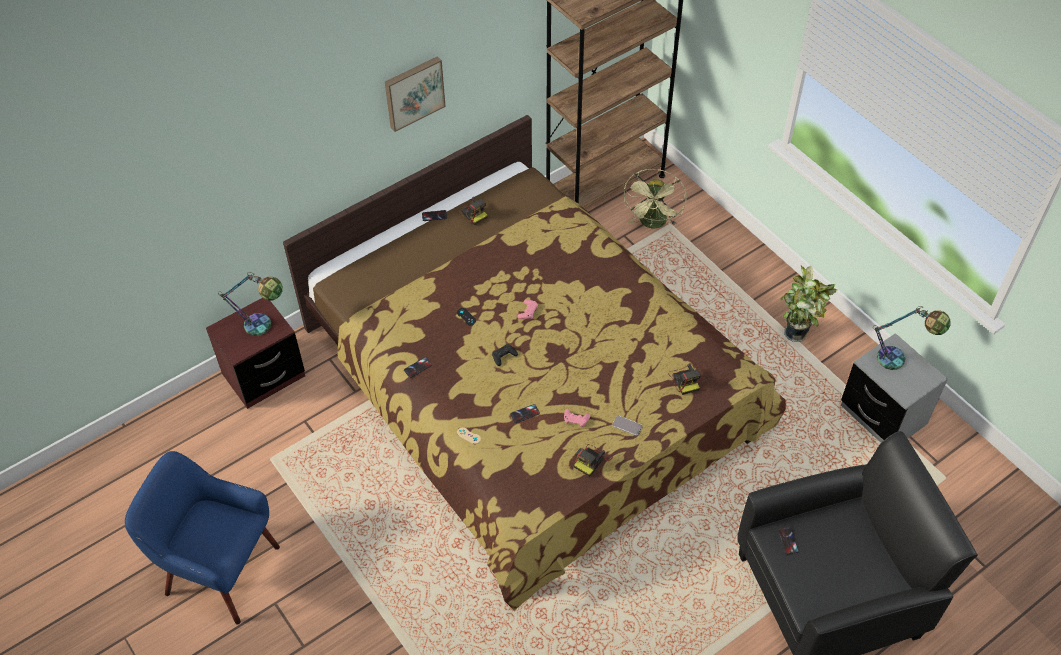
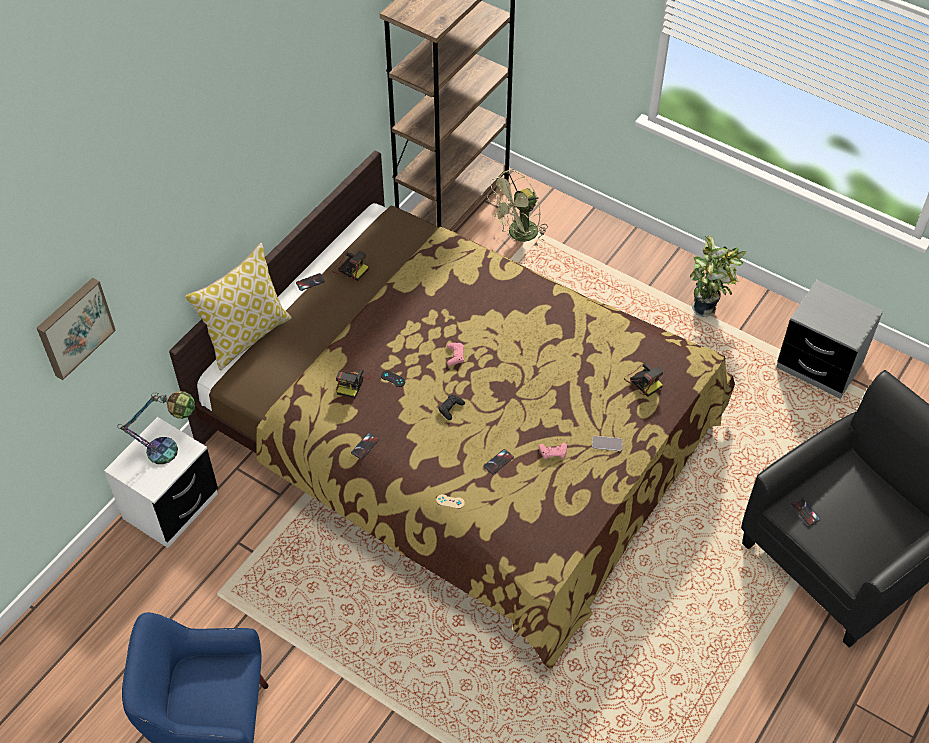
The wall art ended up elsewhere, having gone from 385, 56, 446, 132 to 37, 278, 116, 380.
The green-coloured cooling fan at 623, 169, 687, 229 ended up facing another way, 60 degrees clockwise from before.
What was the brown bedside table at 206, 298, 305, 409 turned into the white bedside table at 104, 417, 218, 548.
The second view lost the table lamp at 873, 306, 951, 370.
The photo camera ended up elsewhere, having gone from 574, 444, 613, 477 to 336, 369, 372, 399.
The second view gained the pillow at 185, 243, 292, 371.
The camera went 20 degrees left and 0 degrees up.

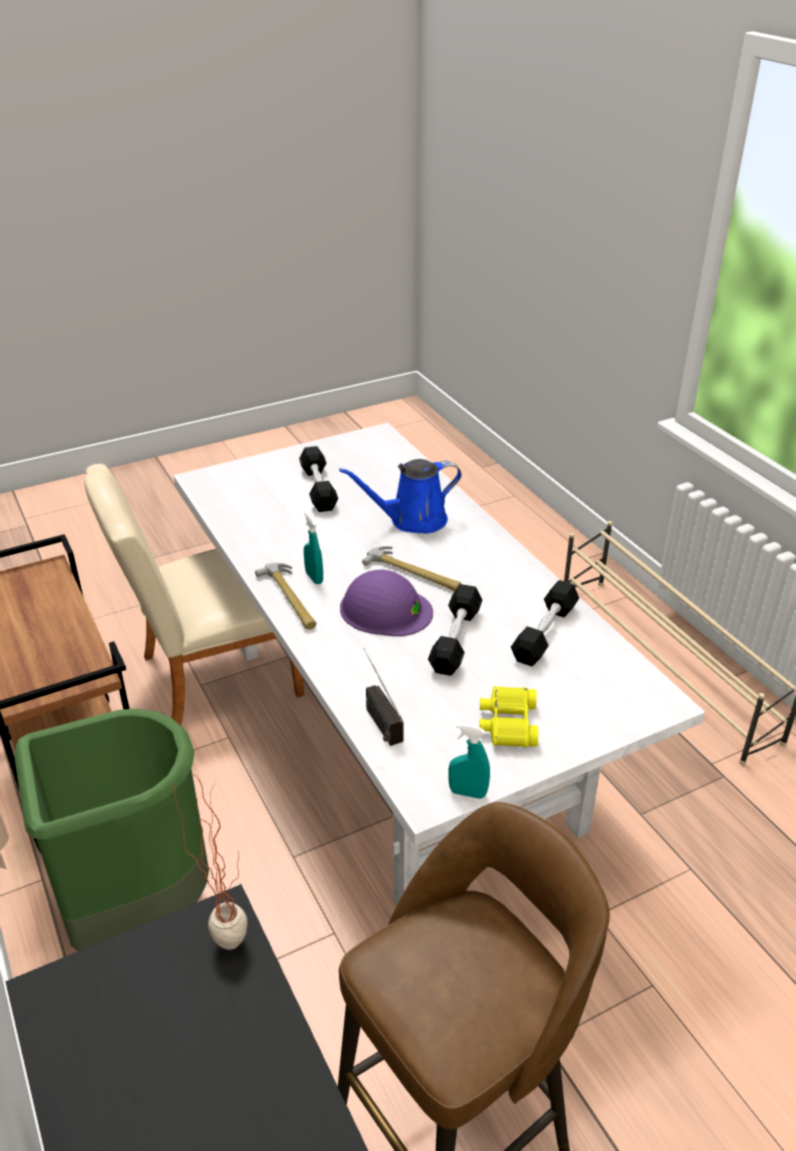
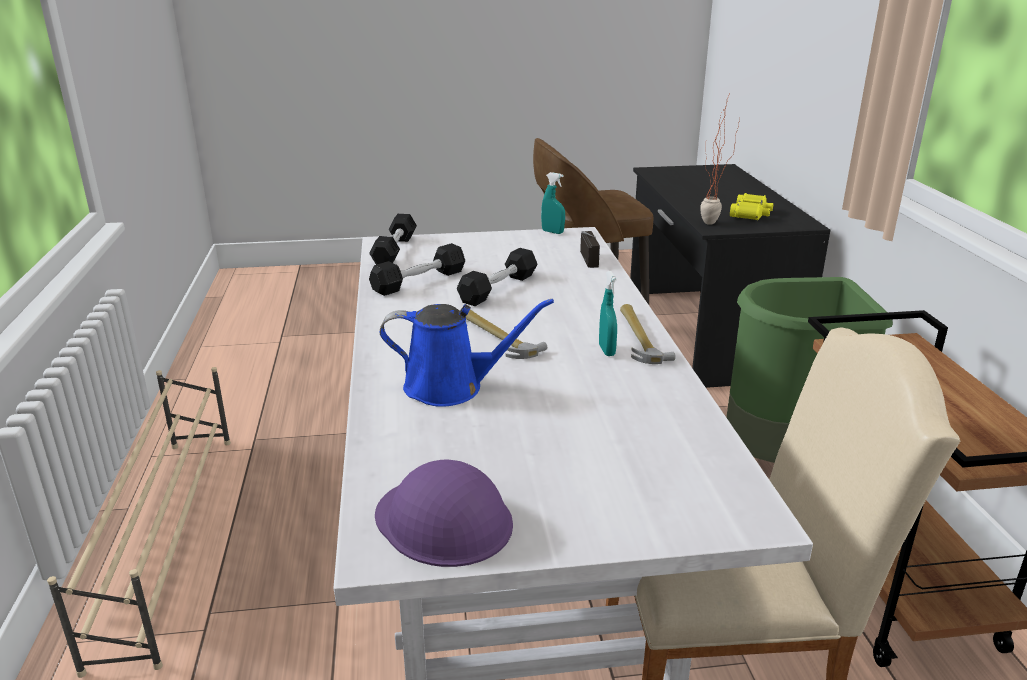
The blackish dumbbell ended up elsewhere, having gone from 299, 446, 338, 512 to 369, 214, 417, 265.
The purple hard hat ended up elsewhere, having gone from 340, 570, 433, 636 to 375, 460, 513, 567.
The yellow-coloured field glasses ended up elsewhere, having gone from 479, 686, 538, 748 to 730, 193, 773, 220.
The camera went 160 degrees left and 10 degrees down.

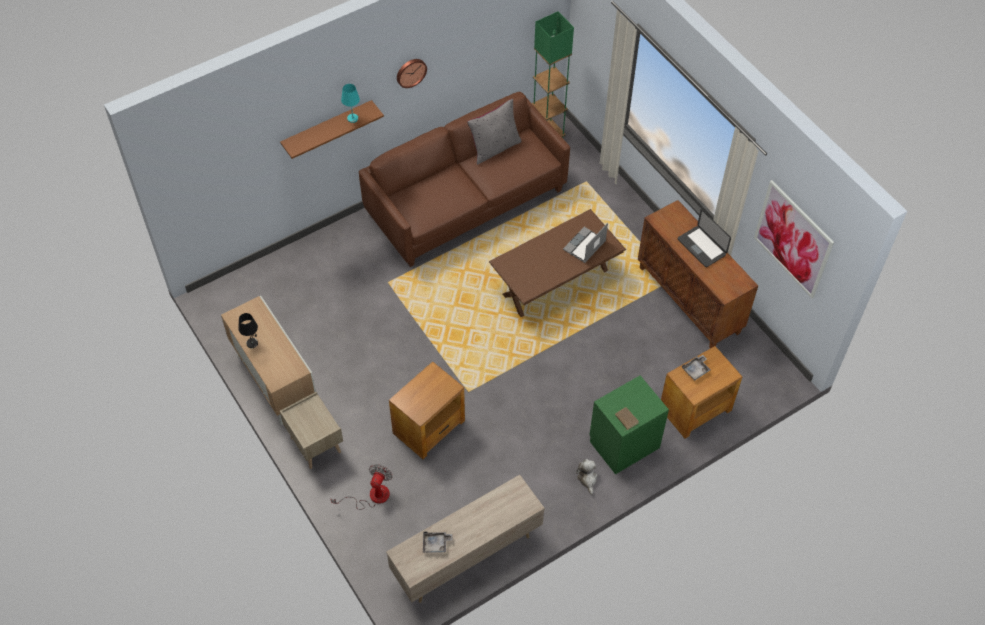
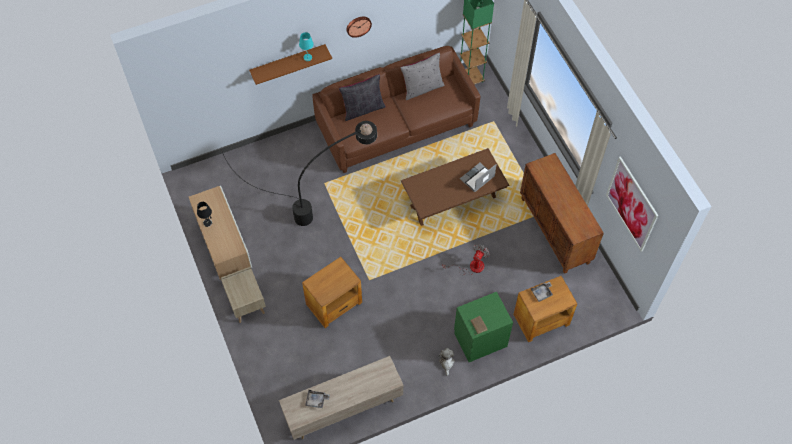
The second view lost the notebook computer at 678, 209, 731, 267.
The cooling fan ended up elsewhere, having gone from 330, 464, 393, 510 to 443, 244, 490, 275.
The second view gained the blackish pillow at 339, 74, 386, 121.
The second view gained the blackish standard lamp at 221, 121, 377, 226.
The camera went 10 degrees right and 5 degrees up.

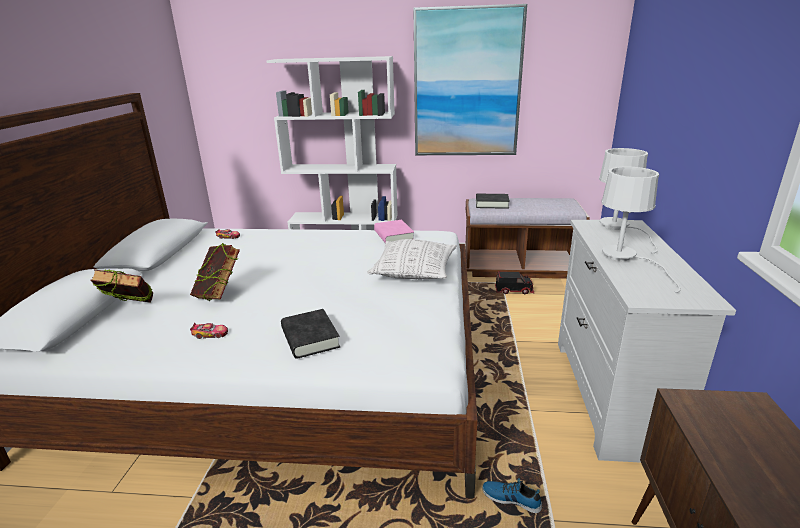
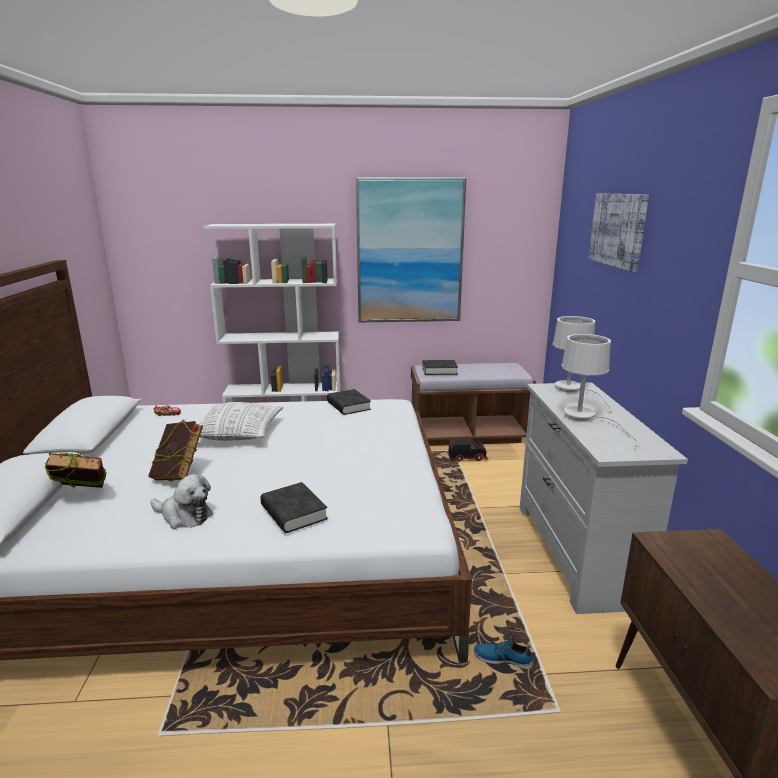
What was the pinkish bound book at 374, 220, 414, 243 turned into the blackish bound book at 327, 389, 371, 415.
The pillow ended up elsewhere, having gone from 367, 239, 457, 279 to 199, 402, 283, 441.
Where the model car stood at 190, 323, 228, 339, the plush toy came to stand at 151, 474, 213, 529.
The second view gained the wall art at 588, 193, 649, 272.
The camera went 10 degrees left and 5 degrees down.

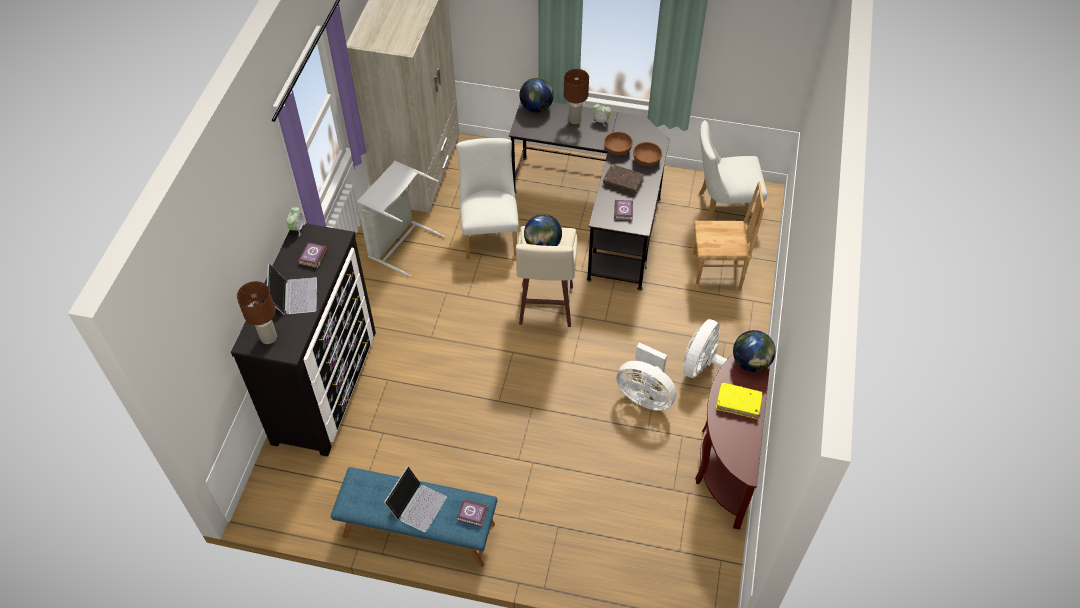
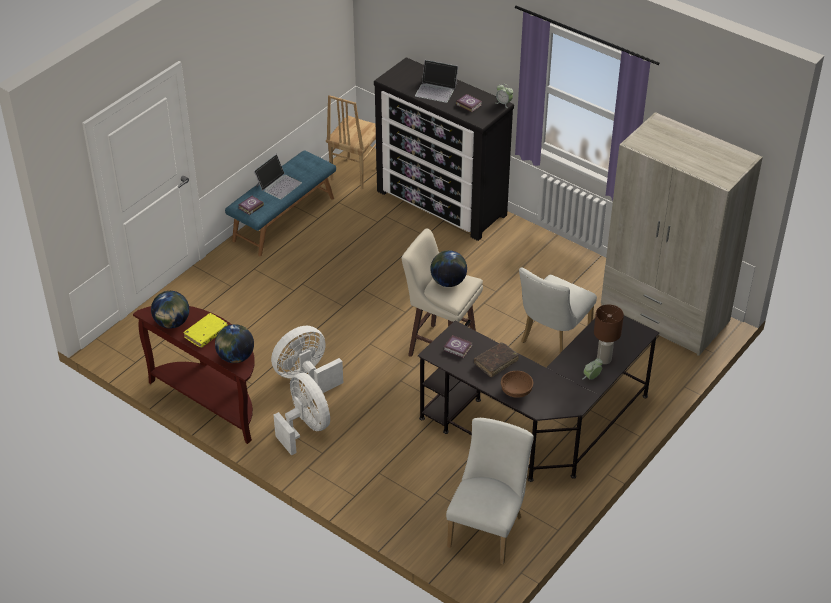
The globe ended up elsewhere, having gone from 519, 78, 554, 113 to 151, 291, 189, 329.
The second view lost the brown bowl at 604, 132, 633, 155.
The white chair at 456, 138, 519, 259 ended up facing another way, 105 degrees clockwise from before.
The second view lost the grey washing basket at 357, 161, 445, 277.
The brown chair ended up elsewhere, having gone from 692, 182, 764, 291 to 326, 95, 376, 190.
The second view lost the brown table lamp at 237, 281, 277, 344.
The notebook computer at 384, 466, 447, 532 ended up facing another way, 105 degrees counterclockwise from before.
The camera went 115 degrees right and 10 degrees down.

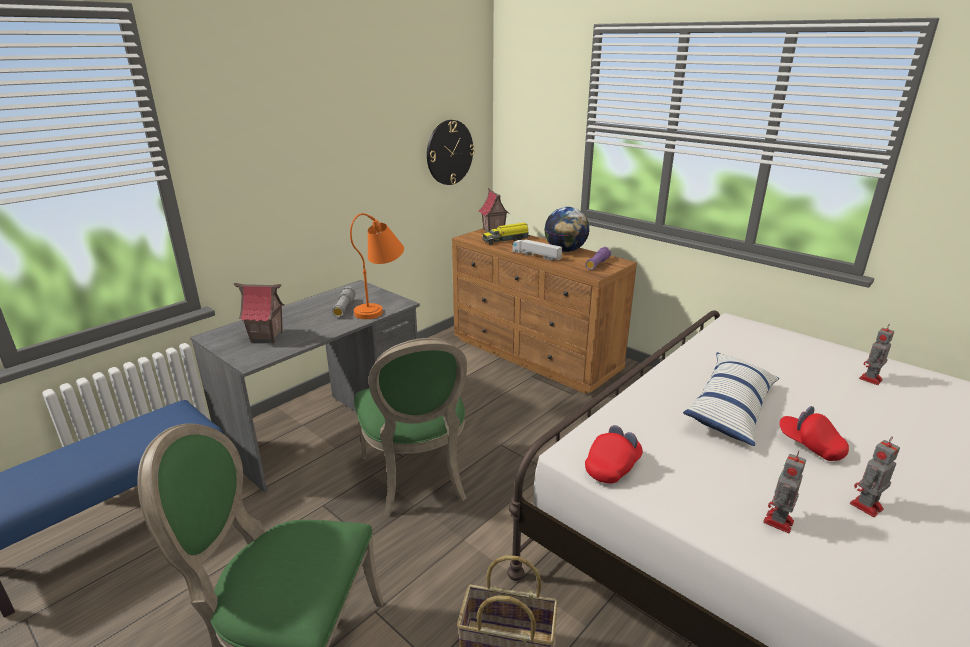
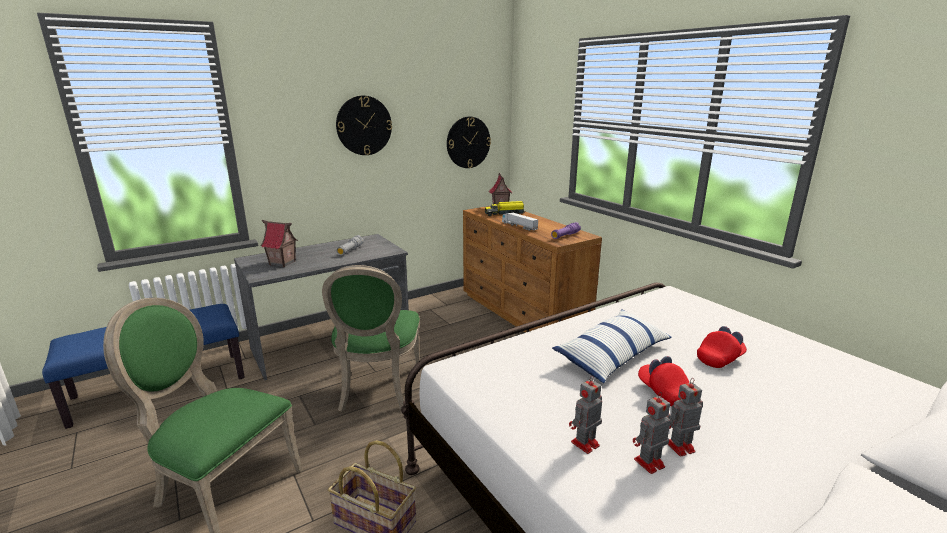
The second view lost the globe at 545, 207, 590, 252.
The second view lost the orange-coloured table lamp at 350, 213, 404, 319.
The toy robot ended up elsewhere, having gone from 859, 324, 894, 385 to 633, 392, 671, 474.
The red peaked cap ended up elsewhere, having gone from 585, 425, 643, 484 to 697, 326, 747, 368.
The second view gained the wall clock at 336, 96, 392, 155.
The camera went 15 degrees right and 5 degrees down.

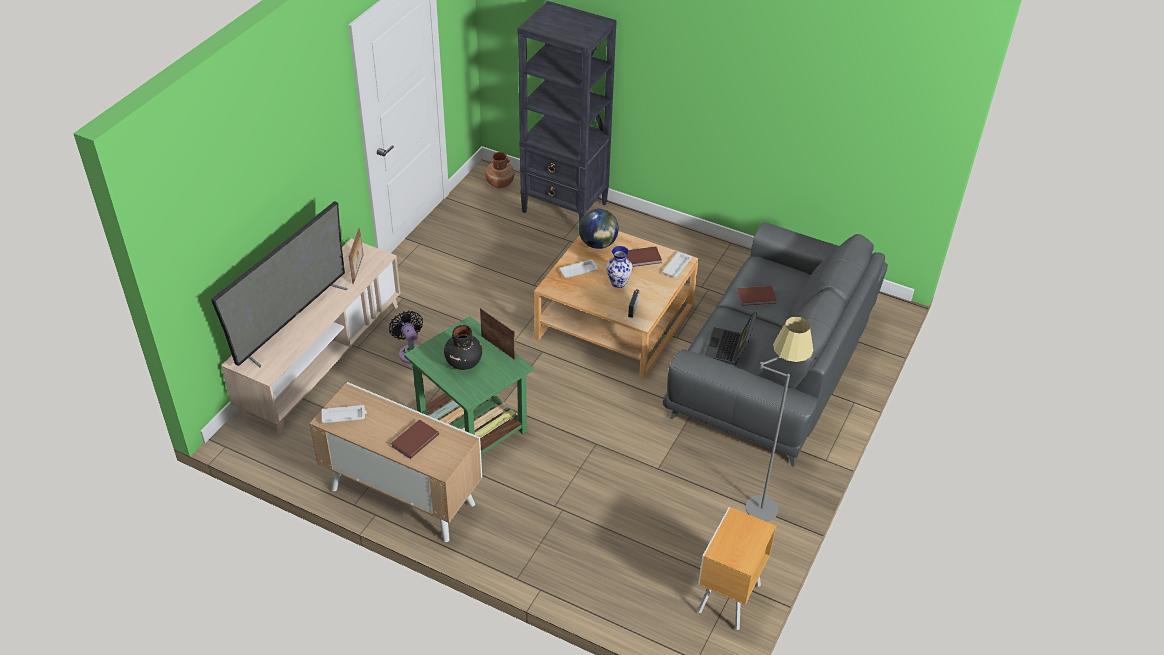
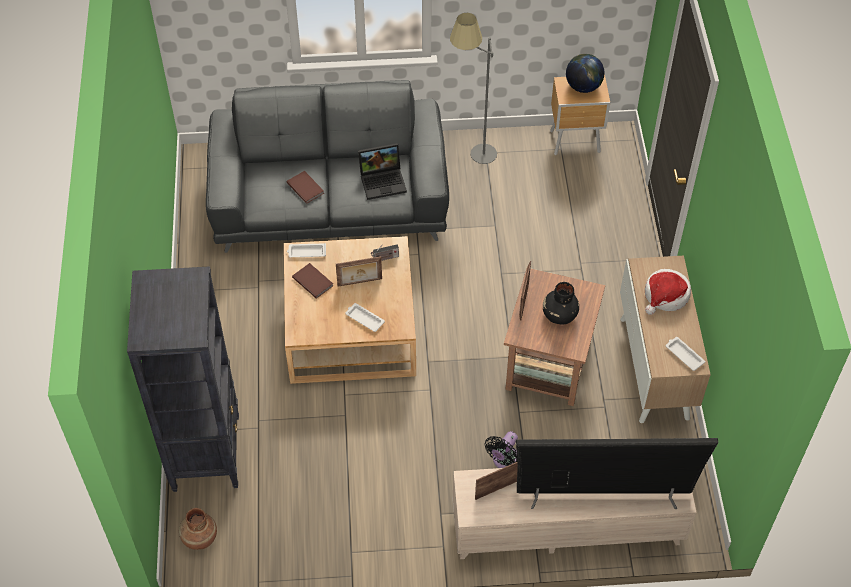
The globe ended up elsewhere, having gone from 579, 209, 619, 249 to 566, 54, 605, 93.
Where the vase stood at 606, 246, 633, 288, the picture frame came to stand at 336, 256, 382, 287.
What was the green-coloured end table at 404, 316, 534, 455 turned into the brown end table at 504, 269, 605, 406.
Where the brown bound book stood at 391, 419, 439, 459, the wearable hat came to stand at 645, 269, 691, 315.
The camera went 120 degrees left and 10 degrees up.

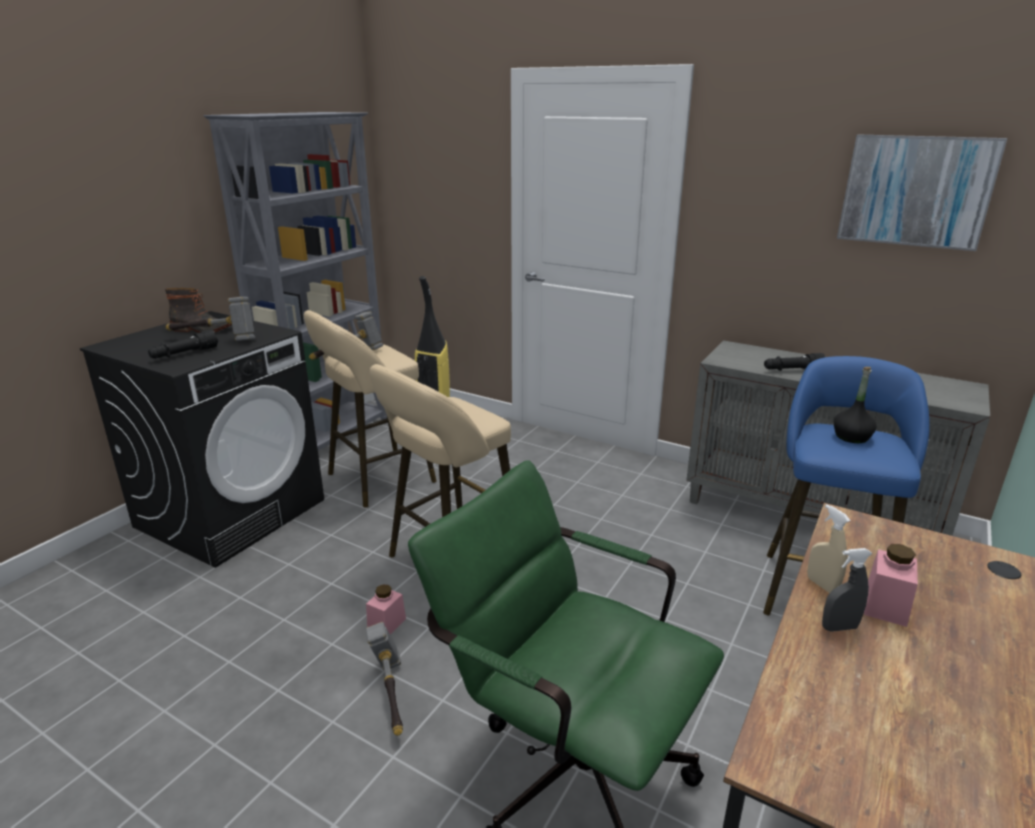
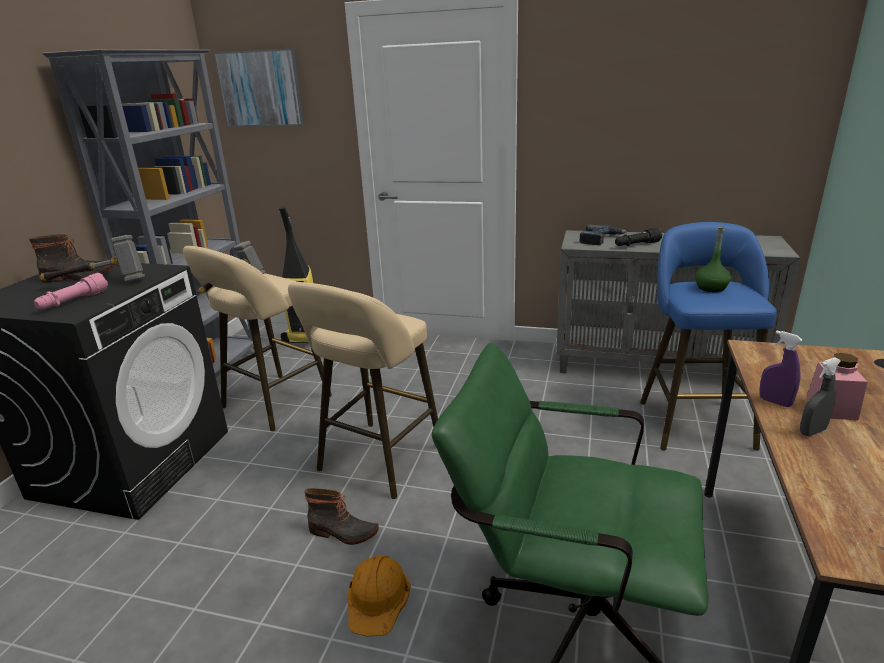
The wall art ended up elsewhere, having gone from 837, 134, 1007, 251 to 213, 48, 305, 127.
What was the blackish flashlight at 148, 330, 218, 359 turned into the pinkish flashlight at 34, 273, 108, 309.
What was the blackish drink bottle at 833, 367, 877, 443 turned into the green-coloured drink bottle at 695, 227, 731, 292.
What was the sand-coloured spray bottle at 807, 504, 851, 593 turned into the purple spray bottle at 759, 331, 802, 407.
Where the pinkish preserve jar stood at 366, 585, 406, 634, the tall boot came to stand at 305, 488, 379, 545.
Where the tool hammer stood at 365, 622, 403, 736, the orange-coloured hard hat came to stand at 347, 555, 411, 637.
The second view gained the drill at 580, 225, 627, 245.
The camera went 15 degrees left and 0 degrees up.

